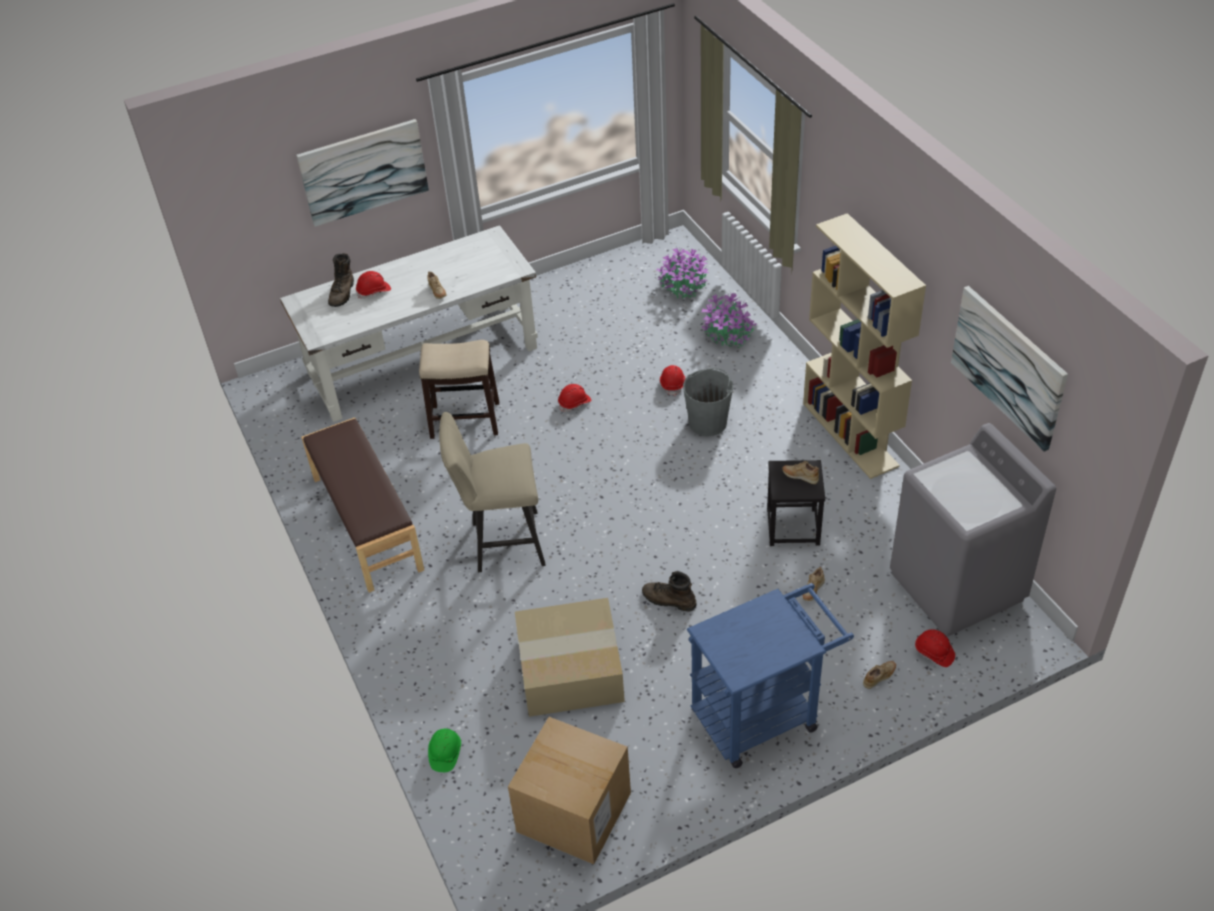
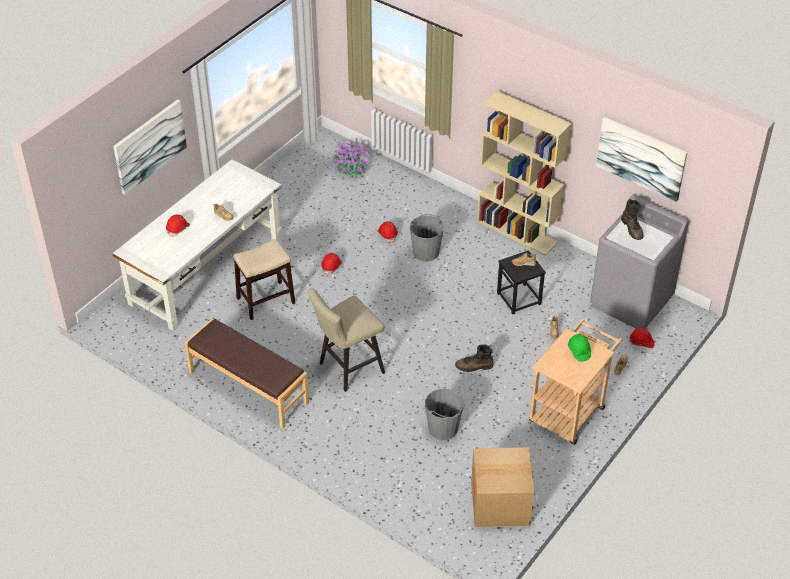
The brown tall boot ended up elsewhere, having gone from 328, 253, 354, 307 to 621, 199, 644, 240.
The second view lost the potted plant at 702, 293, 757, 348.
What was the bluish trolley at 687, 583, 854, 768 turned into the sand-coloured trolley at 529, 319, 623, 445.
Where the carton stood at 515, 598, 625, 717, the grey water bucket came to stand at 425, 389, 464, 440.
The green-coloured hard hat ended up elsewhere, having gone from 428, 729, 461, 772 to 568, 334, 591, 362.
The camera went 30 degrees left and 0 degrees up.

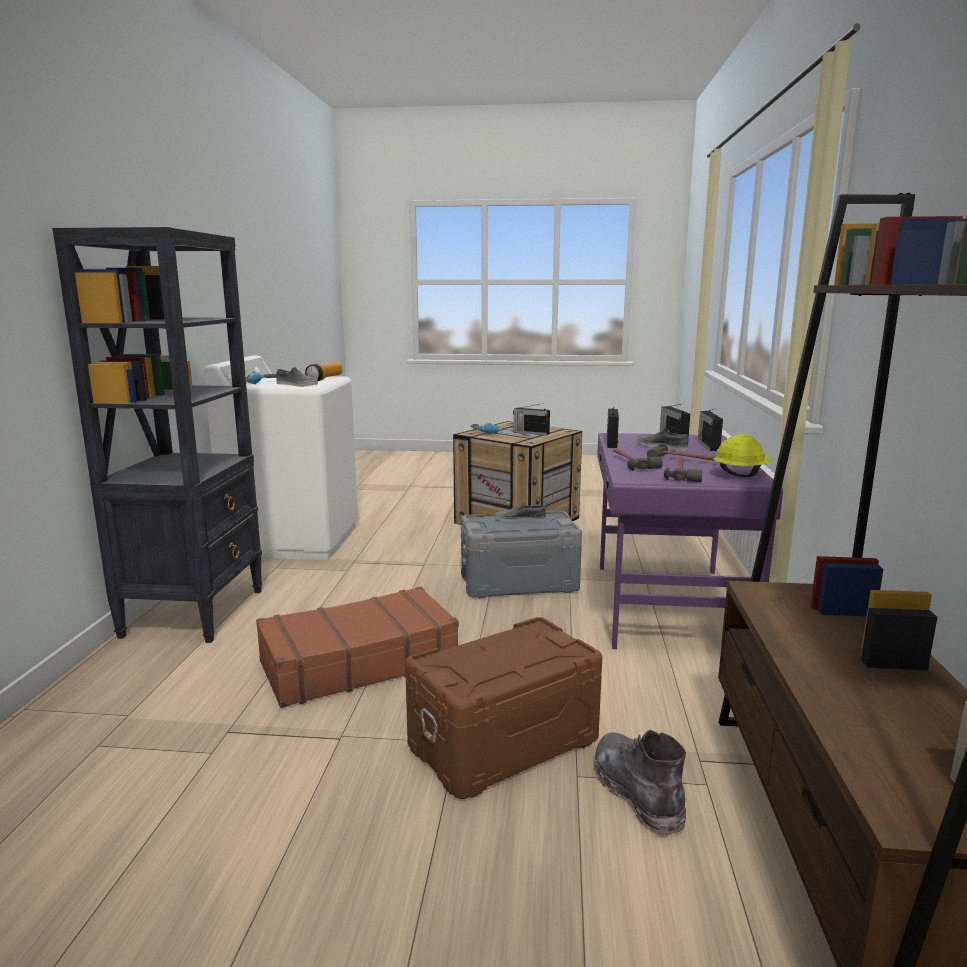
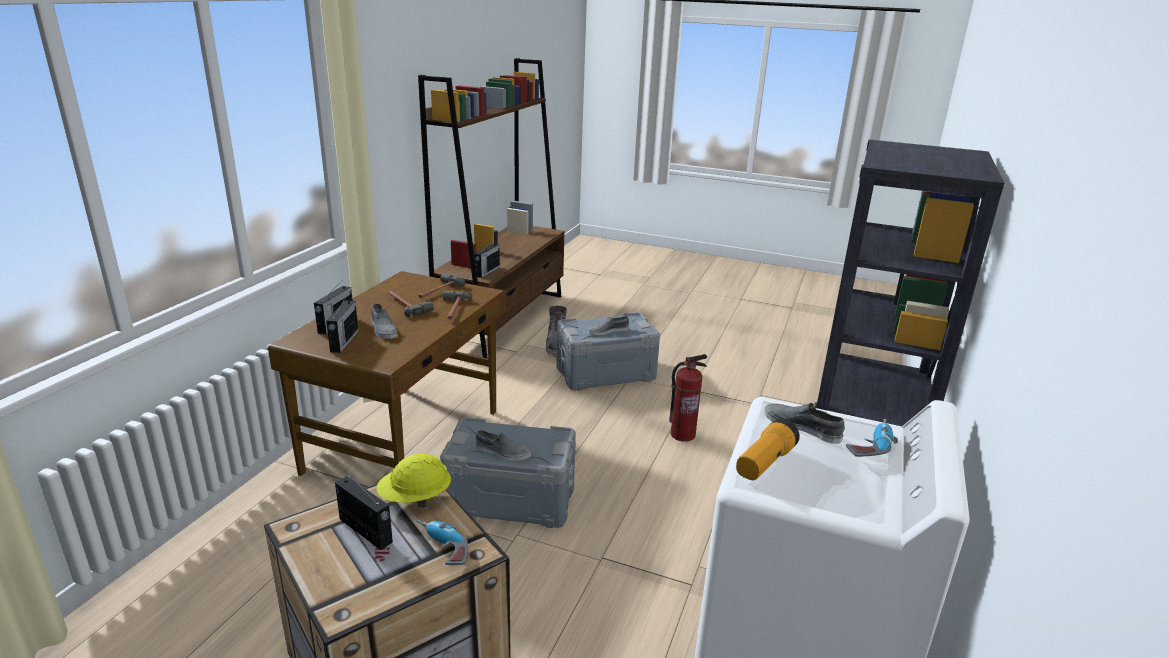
The radio receiver ended up elsewhere, having gone from 607, 406, 619, 448 to 474, 239, 500, 278.
What was the purple desk table at 597, 433, 783, 649 turned into the brown desk table at 268, 271, 505, 476.
The yellow-coloured hard hat ended up elsewhere, having gone from 714, 434, 771, 477 to 376, 454, 451, 508.
Where the brown suitcase stood at 256, 587, 459, 708, the extinguisher came to stand at 669, 354, 707, 442.
What was the brown storage box at 405, 617, 602, 799 turned into the grey storage box at 556, 312, 660, 391.
The second view gained the grey shoe at 588, 316, 629, 335.
The camera went 165 degrees left and 10 degrees up.

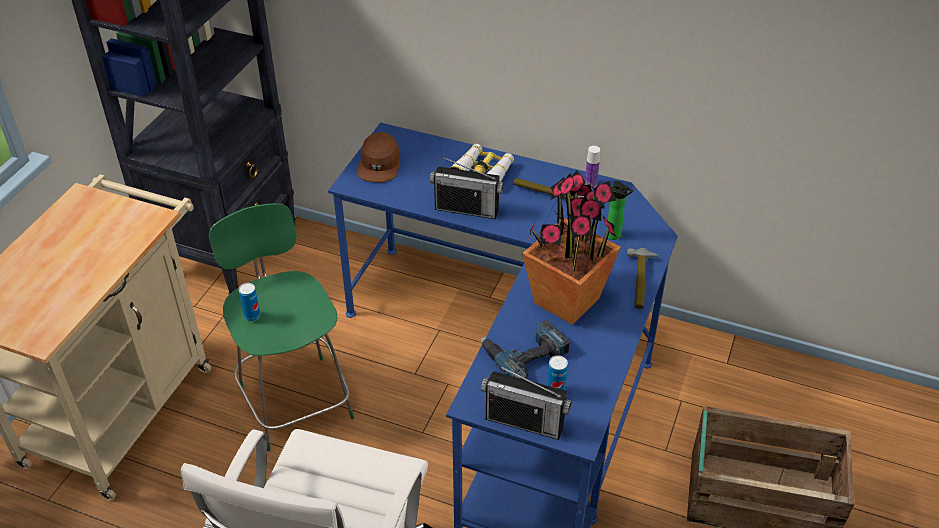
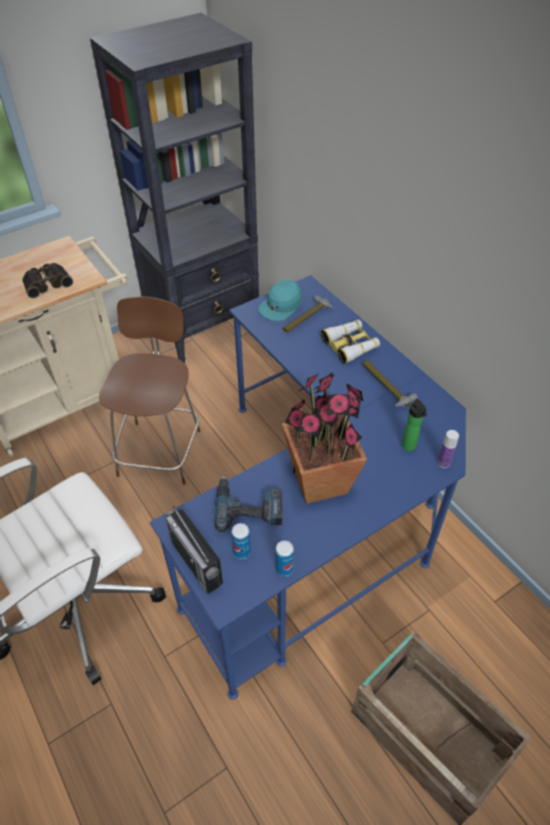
What was the brown peaked cap at 357, 132, 399, 182 turned into the turquoise peaked cap at 258, 280, 302, 321.
The drink bottle ended up elsewhere, having gone from 585, 146, 600, 188 to 438, 430, 459, 468.
The second view lost the radio receiver at 430, 157, 504, 219.
What was the green-coloured sitting stool at 209, 203, 354, 451 turned into the brown sitting stool at 99, 297, 200, 485.
The tool hammer ended up elsewhere, having gone from 627, 248, 658, 309 to 283, 296, 333, 333.
The sealed can ended up elsewhere, having gone from 239, 283, 261, 321 to 276, 541, 294, 577.
The second view gained the field glasses at 22, 263, 73, 298.
The camera went 35 degrees right and 5 degrees up.

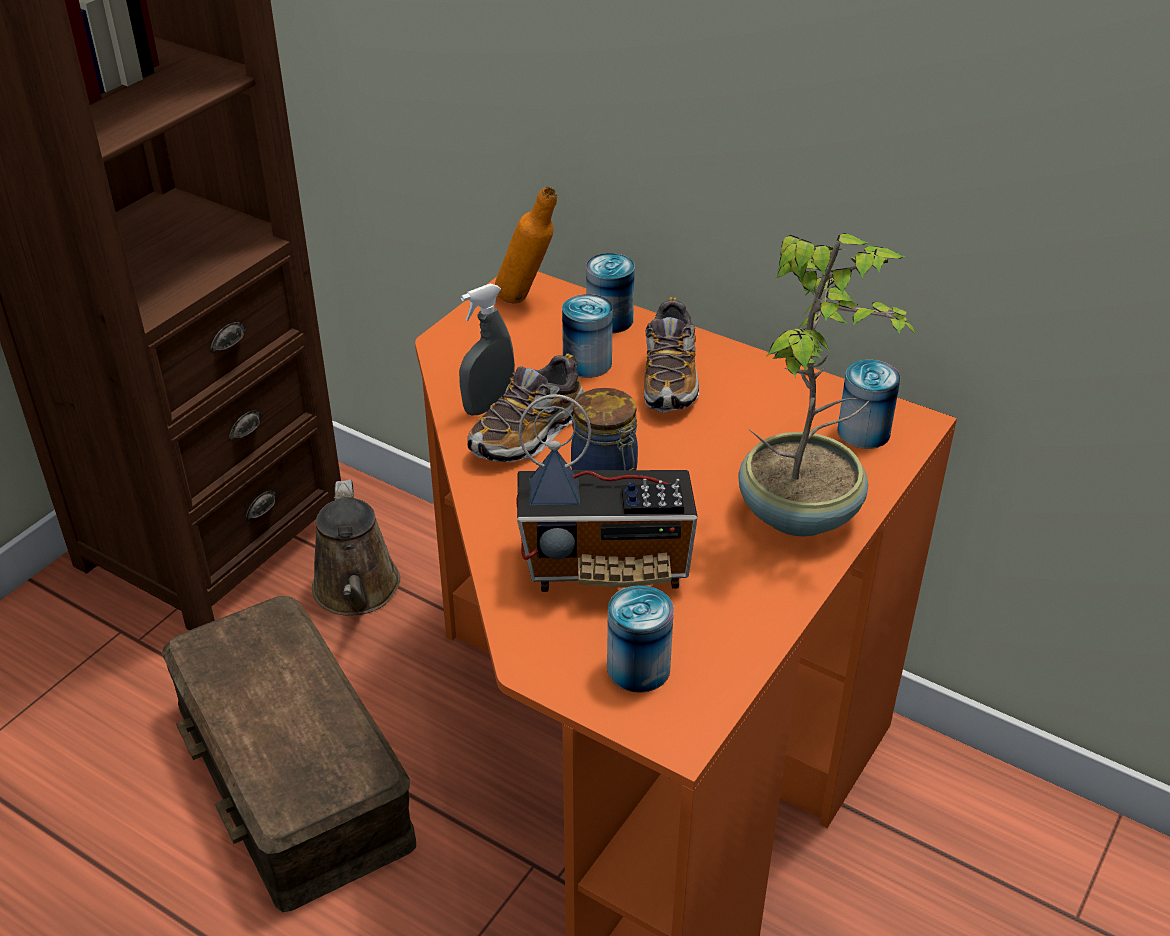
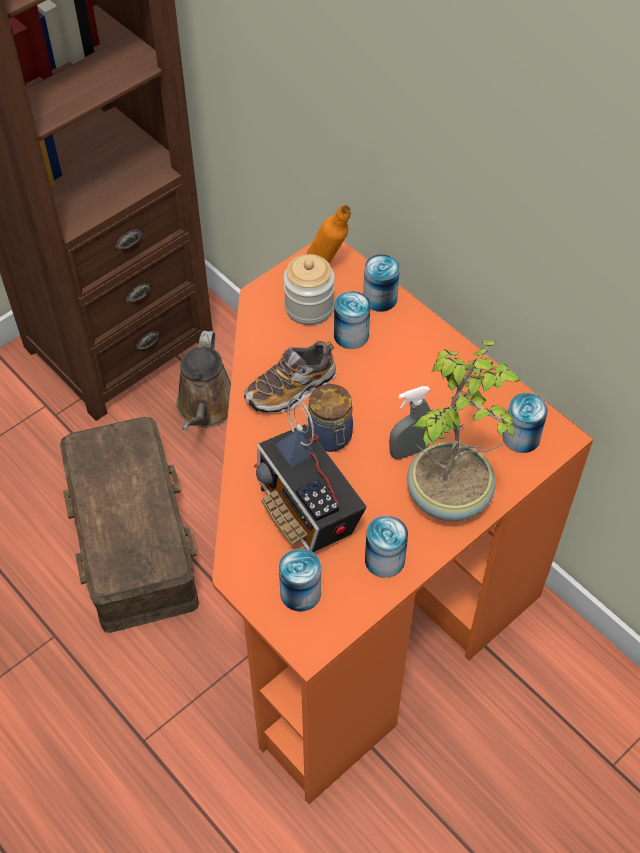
The grey spray bottle ended up elsewhere, having gone from 459, 284, 515, 415 to 389, 386, 431, 459.
The second view lost the shoe at 644, 297, 699, 413.
The radio receiver at 516, 394, 698, 592 ended up facing another way, 45 degrees clockwise from before.
The second view gained the preserve jar at 283, 254, 335, 325.
The second view gained the sealed can at 365, 515, 408, 578.
The camera went 15 degrees right and 15 degrees up.

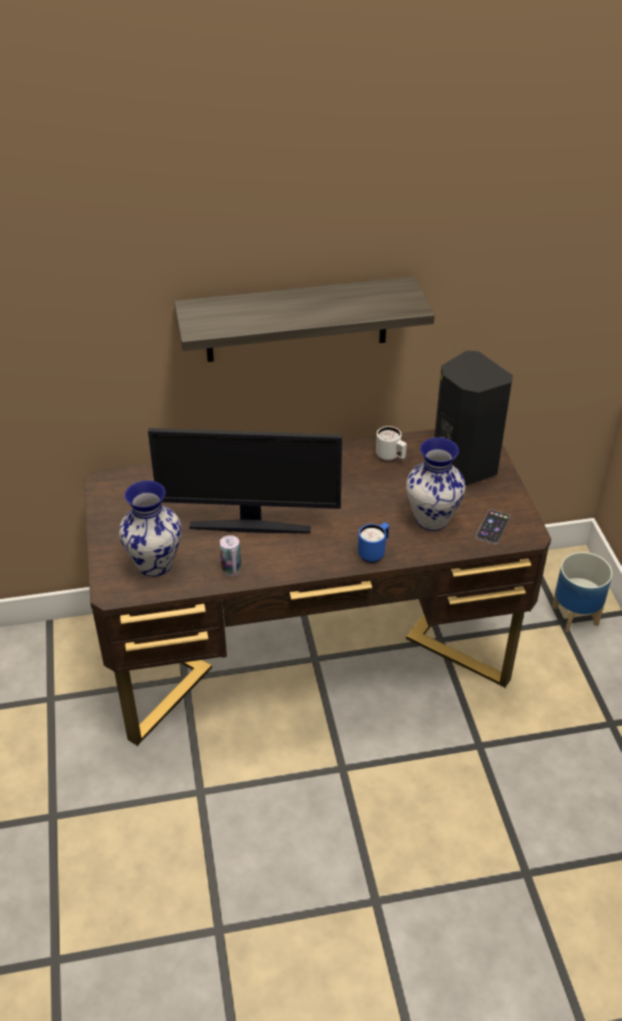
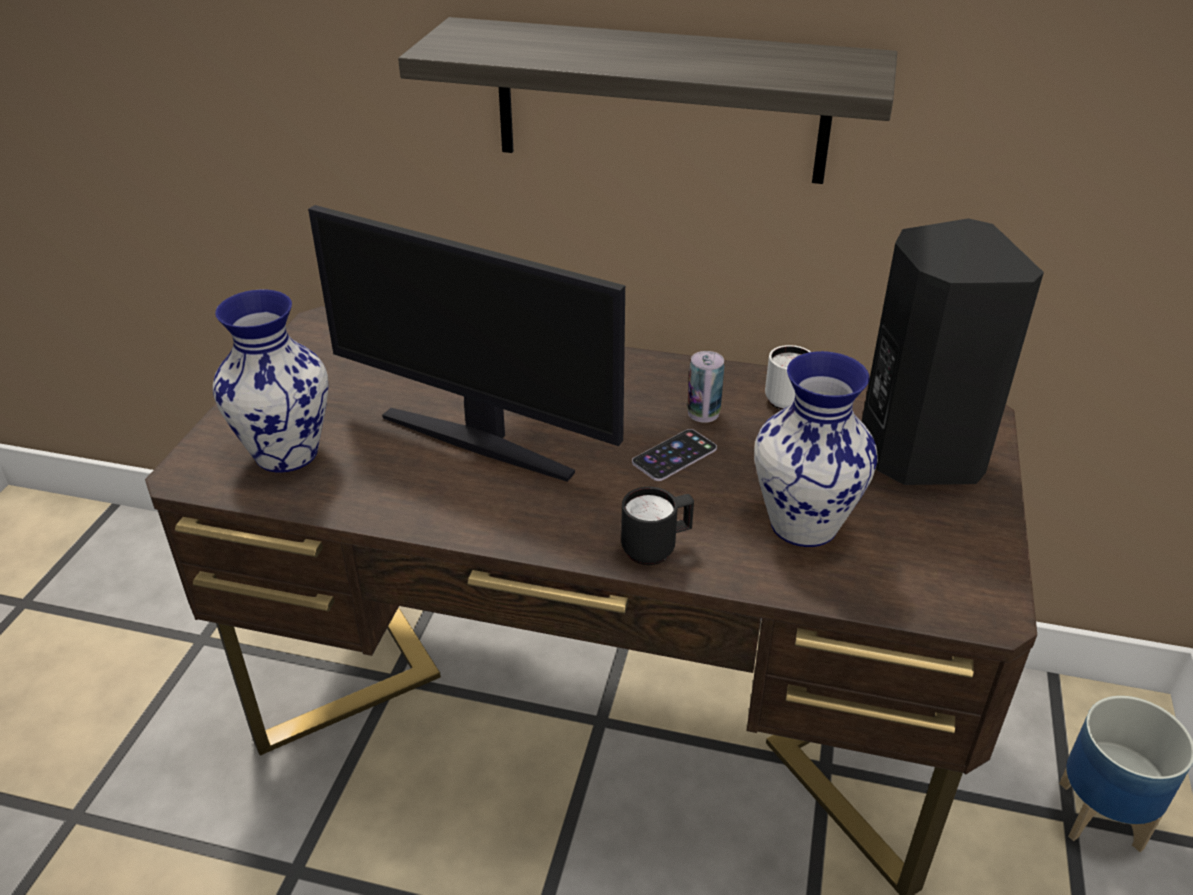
The phone ended up elsewhere, having gone from 476, 510, 510, 544 to 632, 429, 717, 481.
What was the bluish tea mug at 358, 523, 389, 563 turned into the blackish tea mug at 621, 487, 694, 565.
The sealed can ended up elsewhere, having gone from 220, 535, 241, 576 to 687, 351, 724, 423.
The camera went 25 degrees right and 5 degrees down.

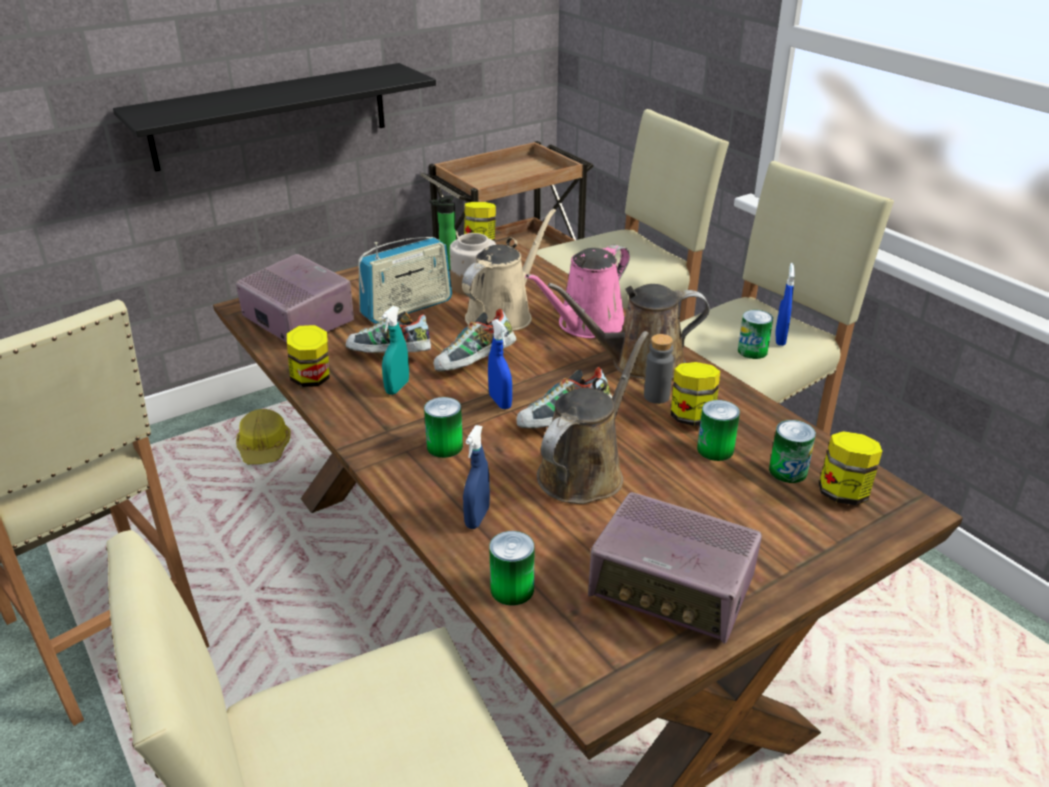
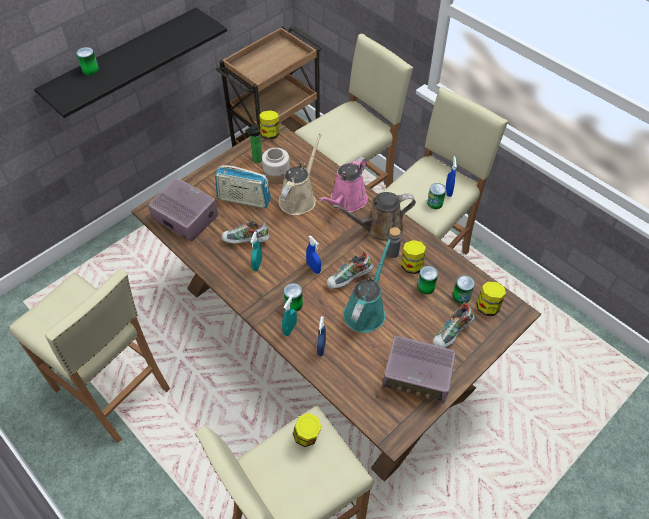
The radio receiver at 358, 237, 452, 324 ended up facing another way, 60 degrees clockwise from before.
The shoe ended up elsewhere, having gone from 434, 308, 516, 372 to 433, 303, 475, 348.
The preserve jar ended up elsewhere, having gone from 287, 325, 330, 387 to 293, 413, 322, 447.
What was the brown sprinkling can at 537, 331, 649, 504 turned into the turquoise sprinkling can at 343, 239, 391, 333.
The second view lost the hard hat at 236, 409, 291, 464.
The sealed can ended up elsewhere, having gone from 489, 531, 534, 606 to 76, 47, 99, 76.
The second view gained the turquoise spray bottle at 282, 295, 297, 336.
The camera went 10 degrees left and 20 degrees up.

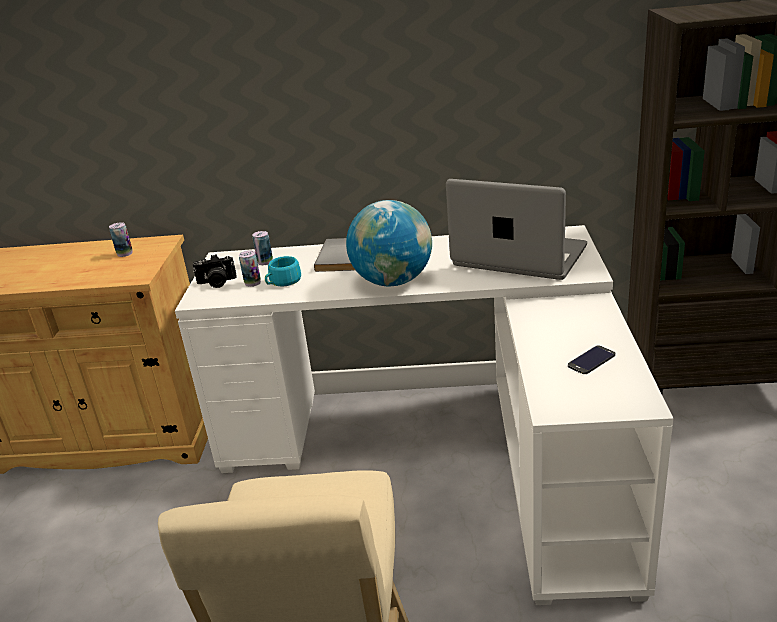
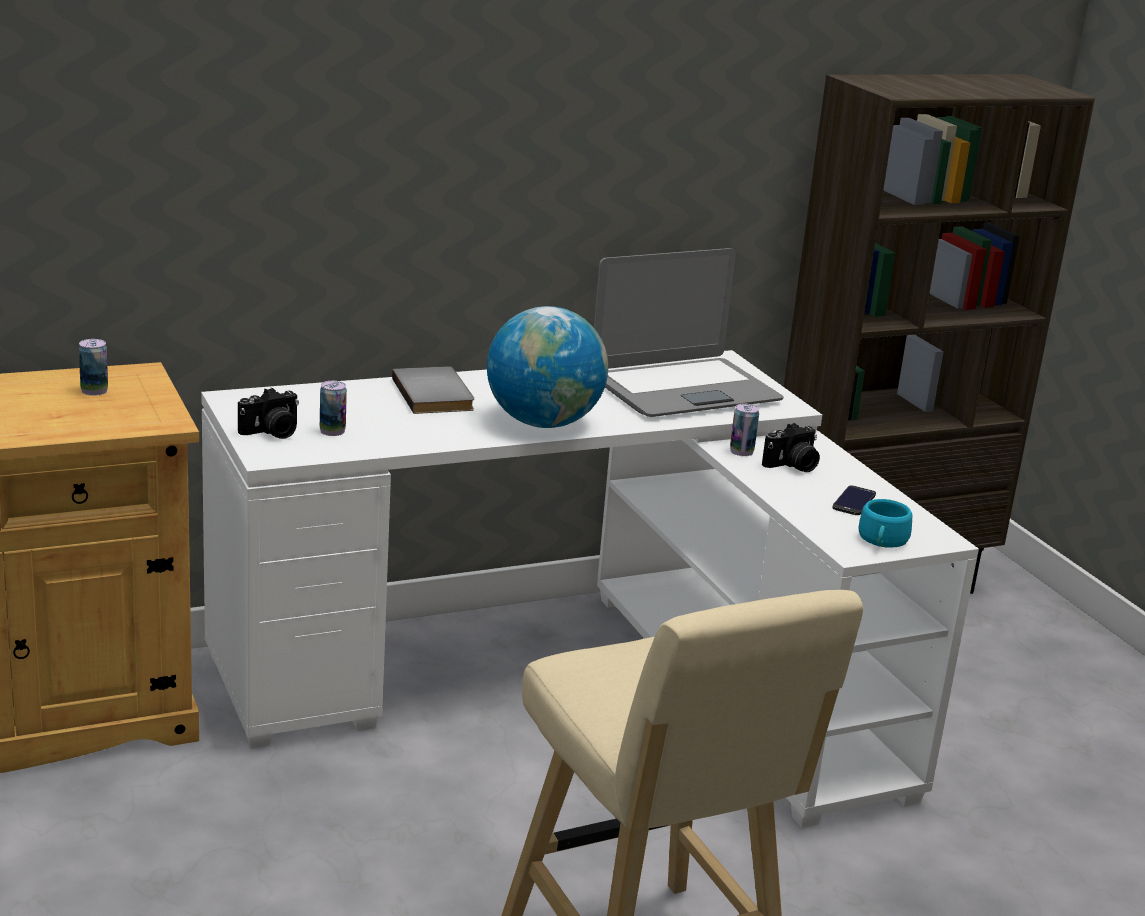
The notebook computer at 446, 179, 587, 280 ended up facing another way, 150 degrees clockwise from before.
The sealed can ended up elsewhere, having gone from 252, 231, 273, 265 to 730, 404, 759, 456.
The turquoise drinking cup ended up elsewhere, having gone from 265, 256, 301, 286 to 858, 499, 912, 548.
The second view gained the photo camera at 762, 423, 820, 472.
The camera went 30 degrees left and 5 degrees down.

